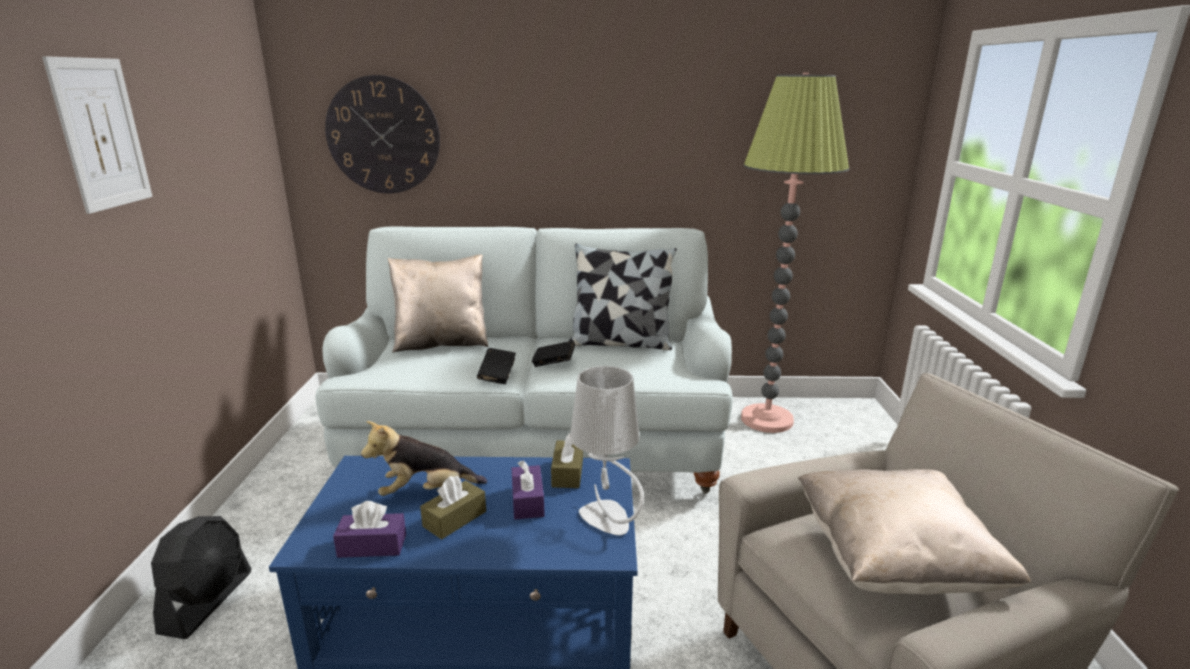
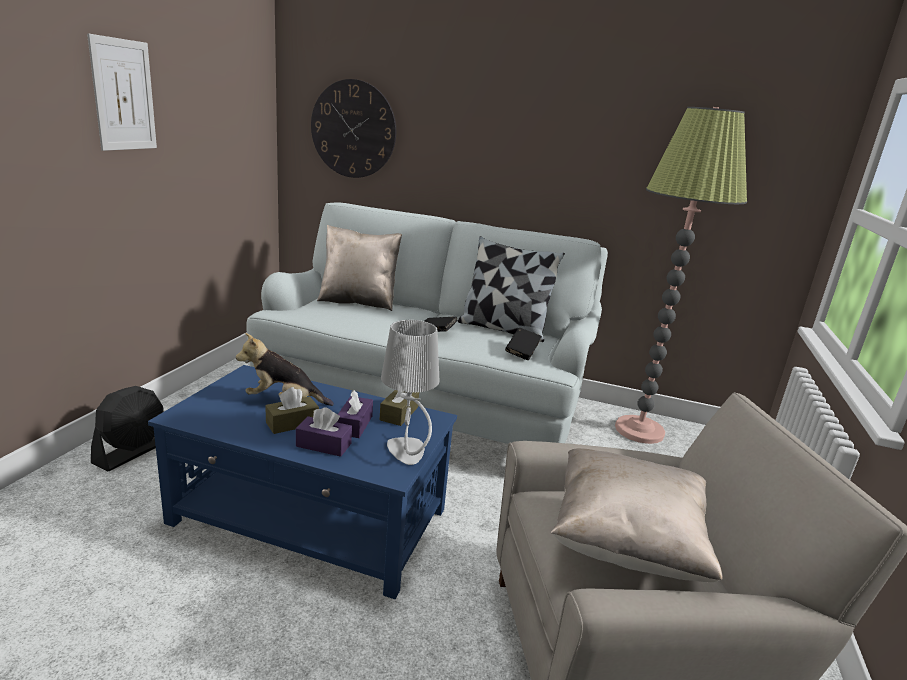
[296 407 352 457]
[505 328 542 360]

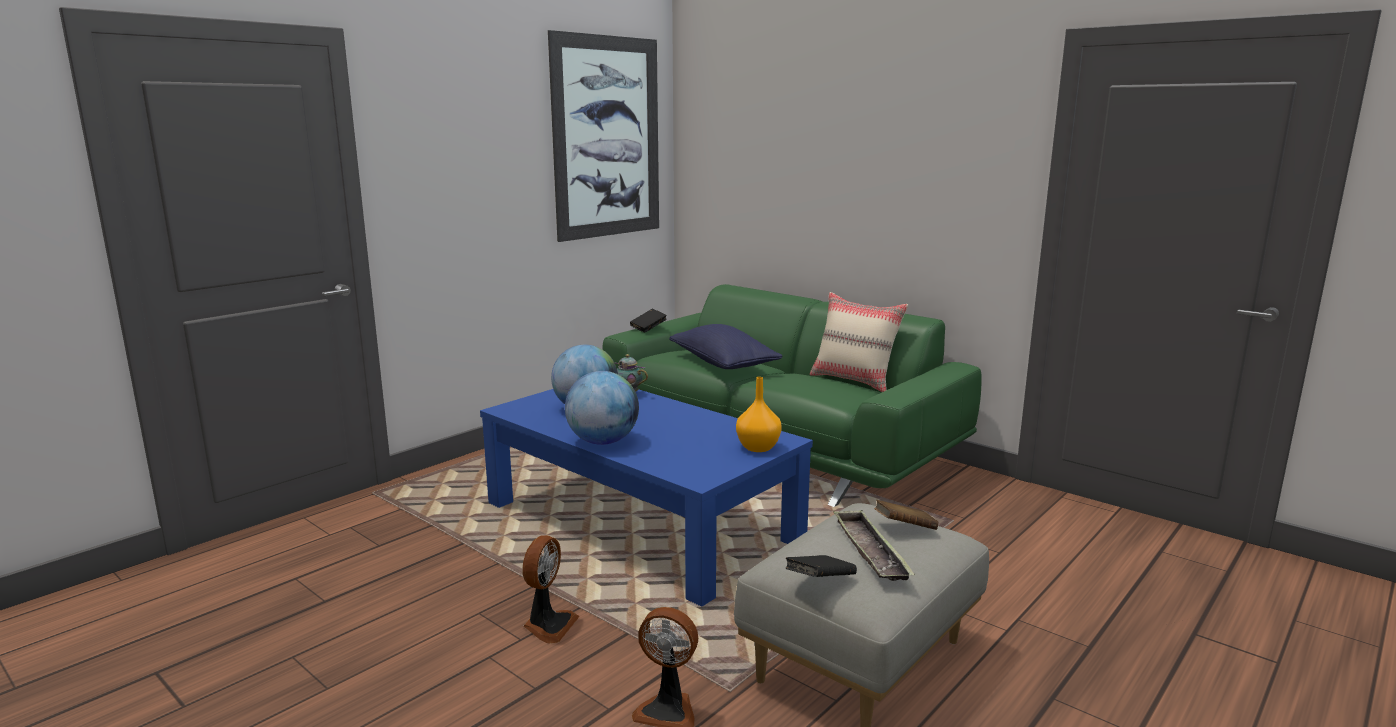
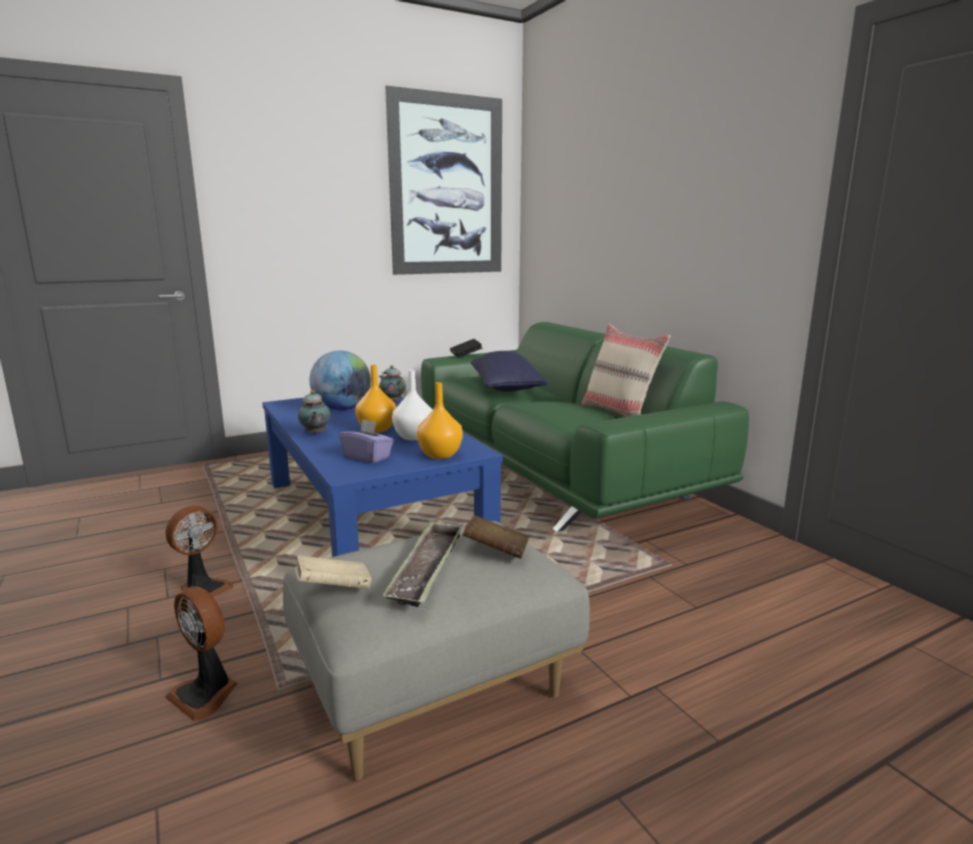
[339 419 394 463]
[355 365 396 433]
[392 370 433 440]
[298 390 331 435]
[295 555 371 589]

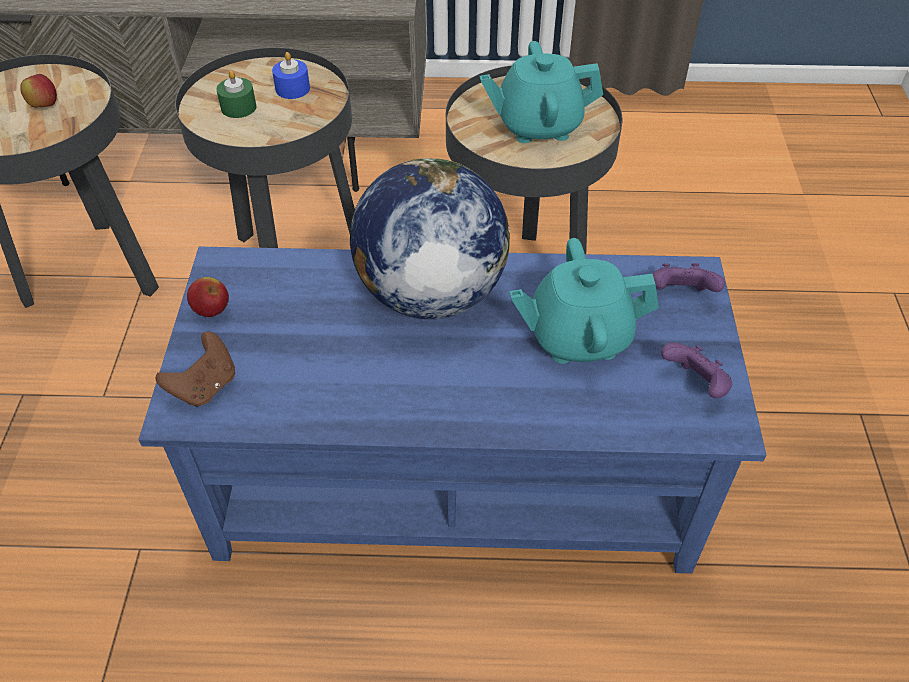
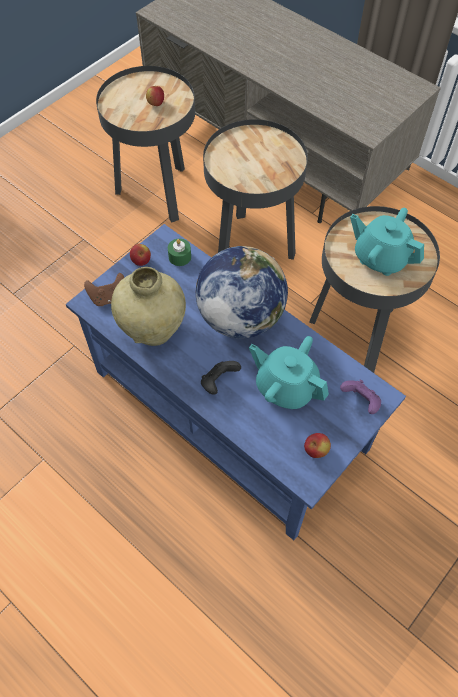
[272 52 310 99] (first image)
[111 267 186 346]
[201 361 241 395]
[168 239 191 266]
[304 433 331 458]

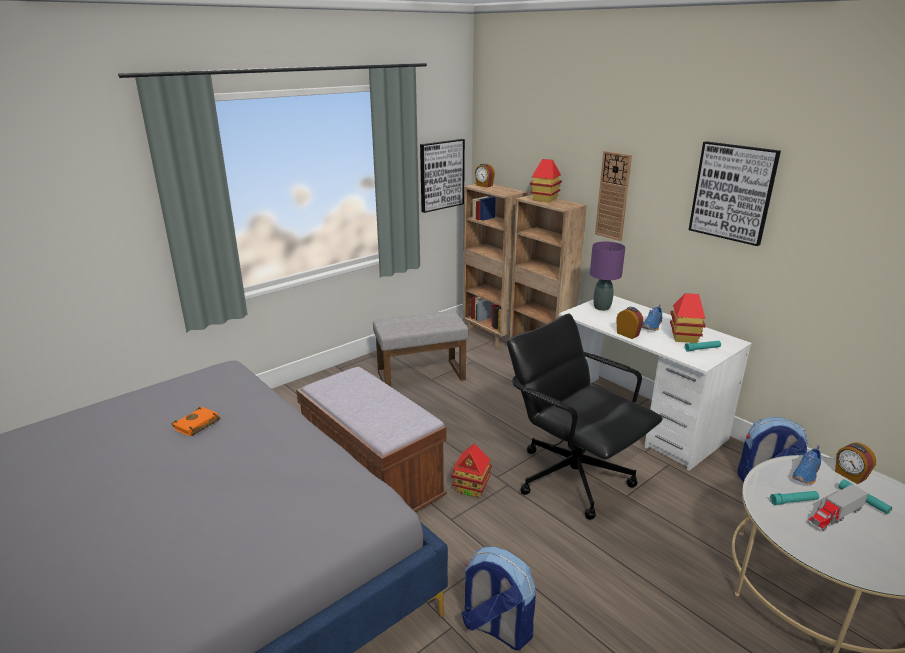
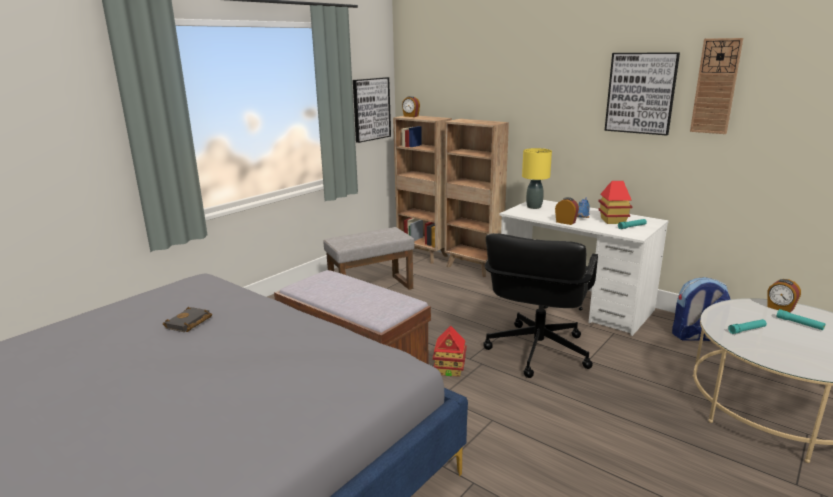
[462 547 536 650] (first image)
[530 159 562 203] (first image)
[792 445 821 484] (first image)
[808 484 868 531] (first image)
[690 38 743 134]
[163 307 212 332]
[522 148 552 209]
[483 233 598 378]

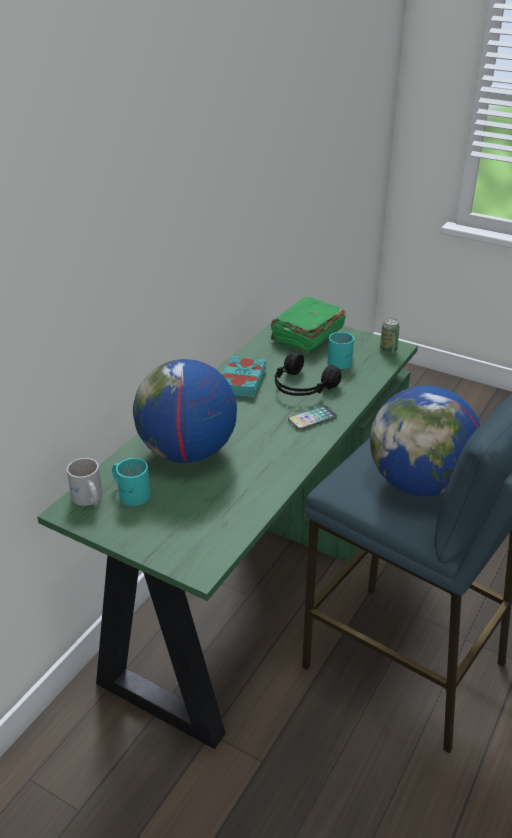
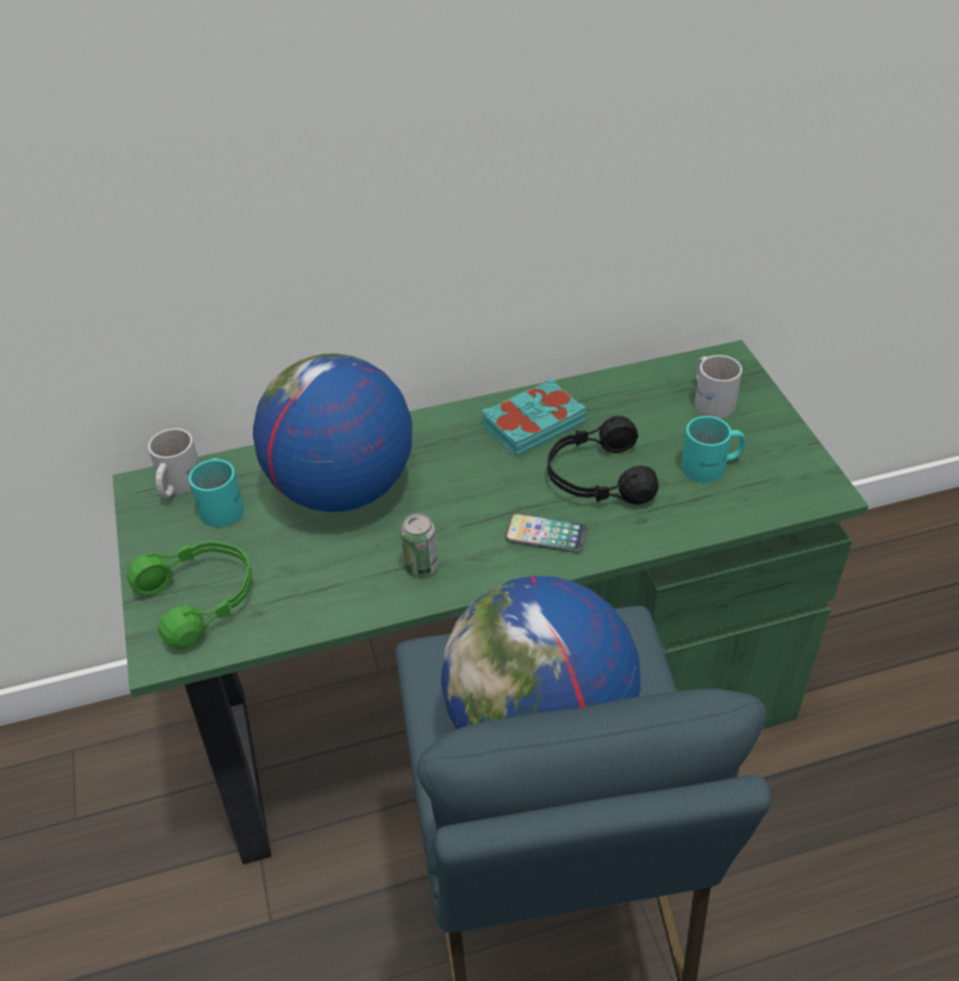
[127 541 252 649]
[400 513 438 577]
[695 355 742 418]

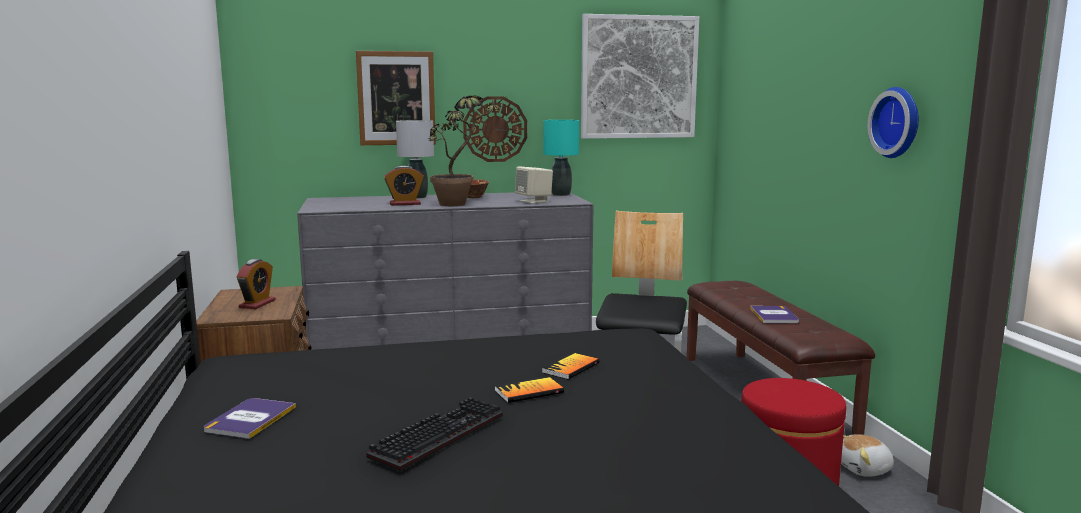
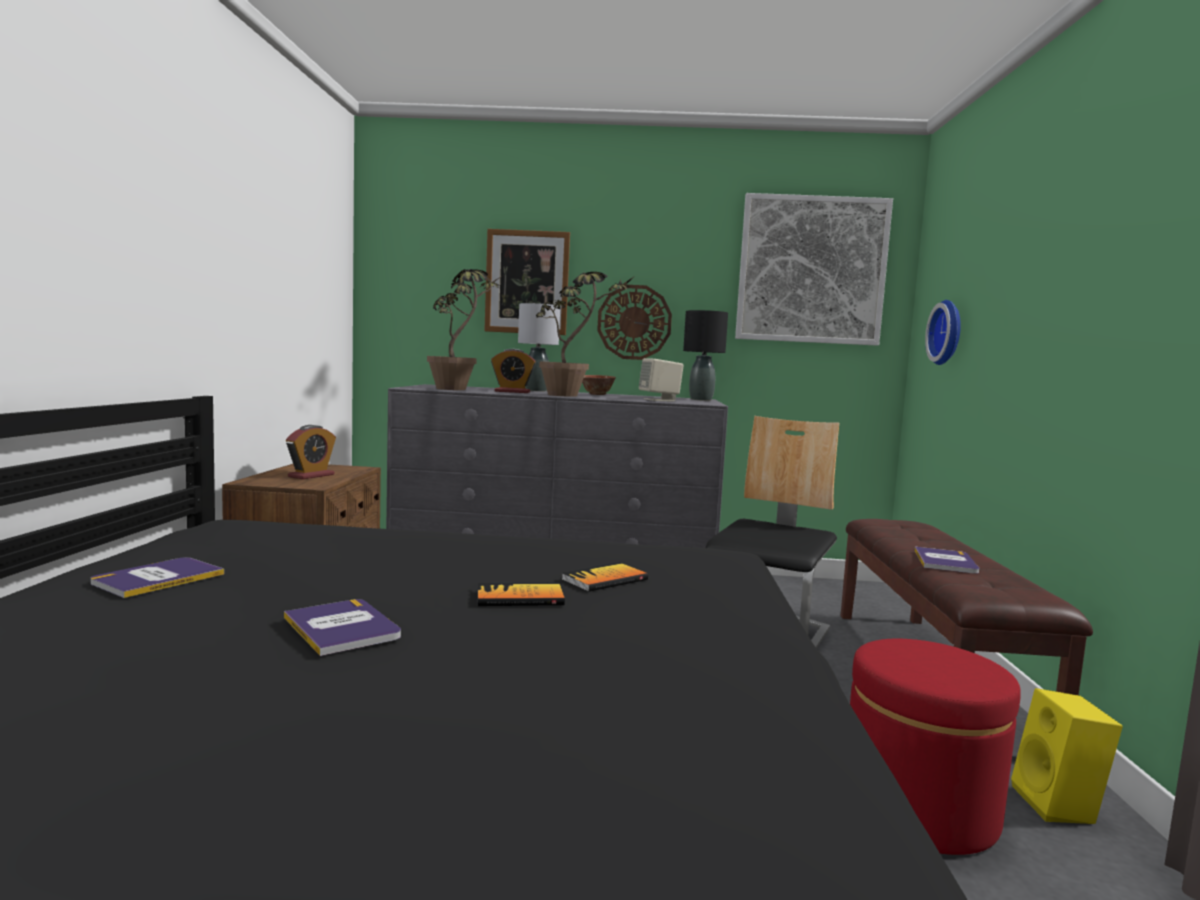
[427 269 502 390]
[925 300 961 365]
[284 599 401 656]
[1011 688 1123 824]
[683 310 728 401]

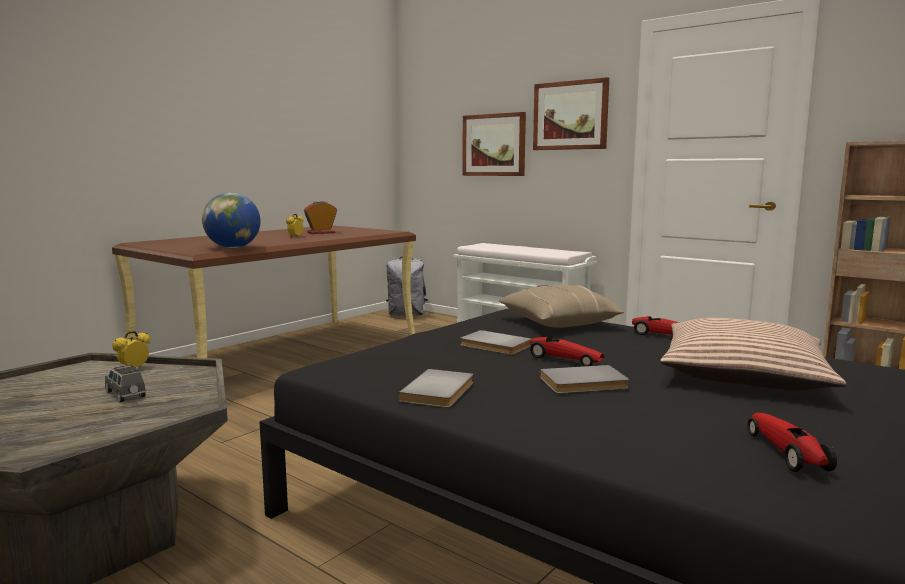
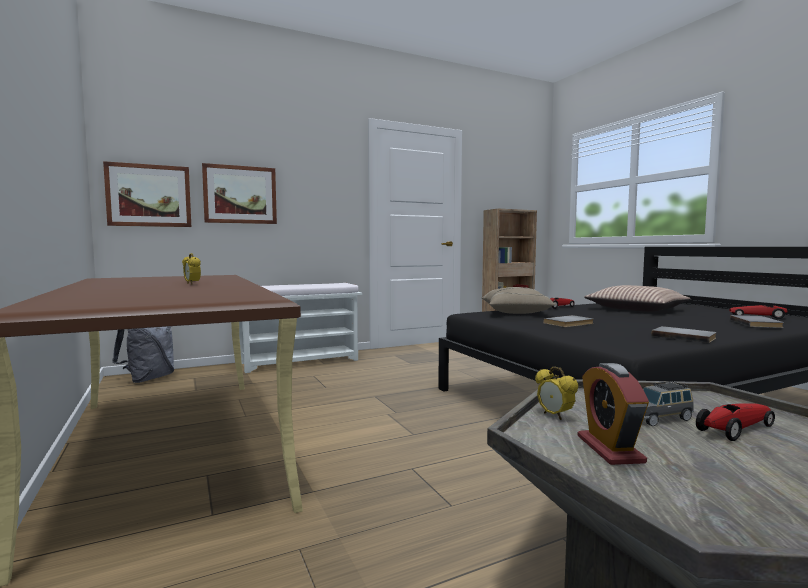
[202 193 261 248] (first image)
[577 363 649 465]
[696 403 775 441]
[103 161 191 227]
[730 315 784 328]

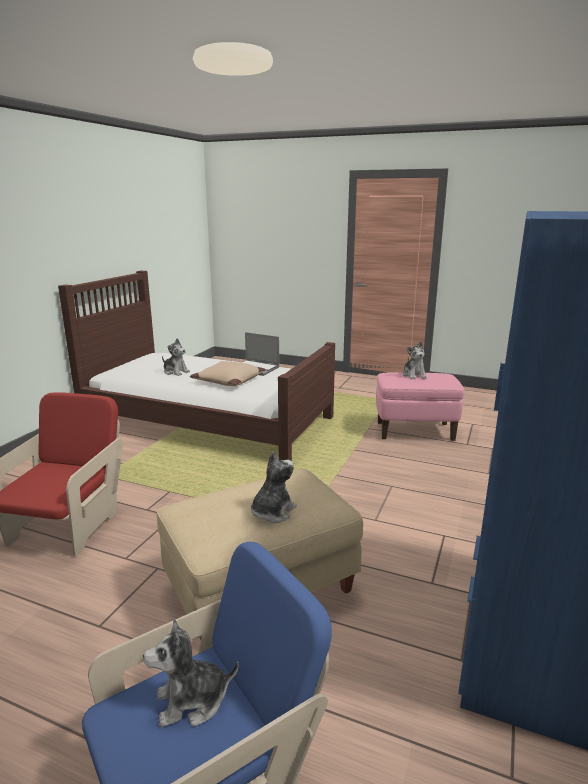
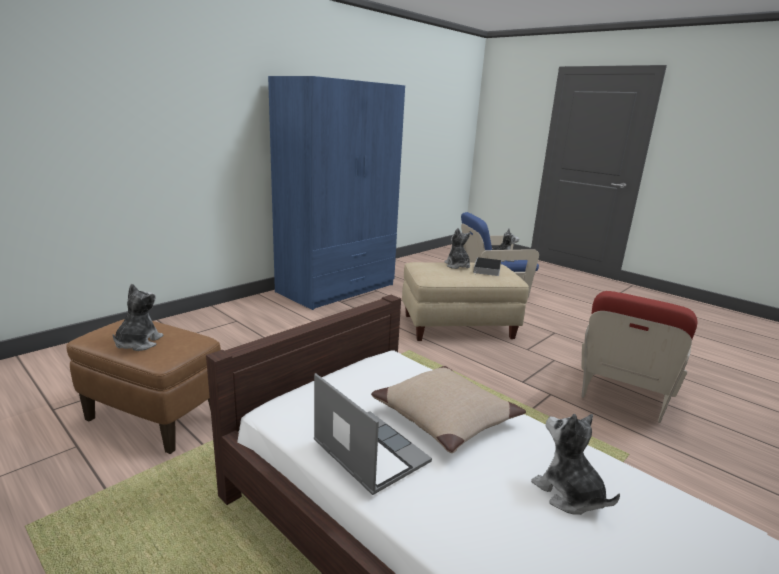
[473 257 501 276]
[66 319 221 454]
[445 228 470 269]

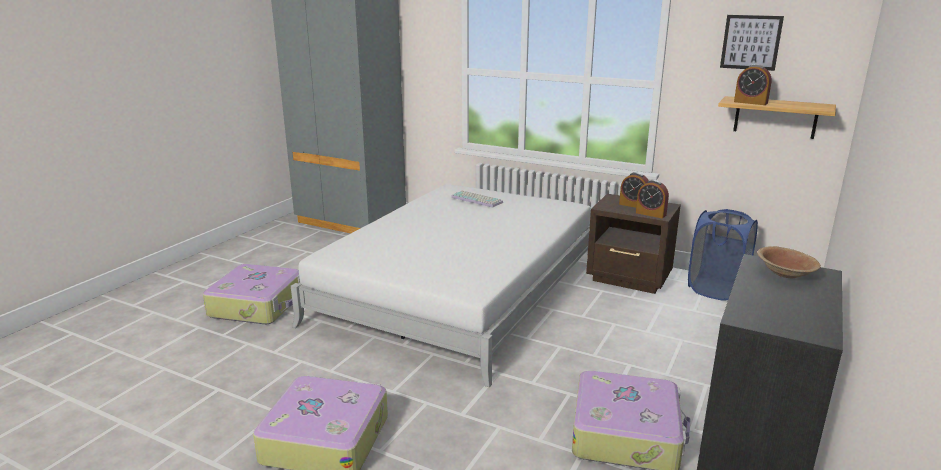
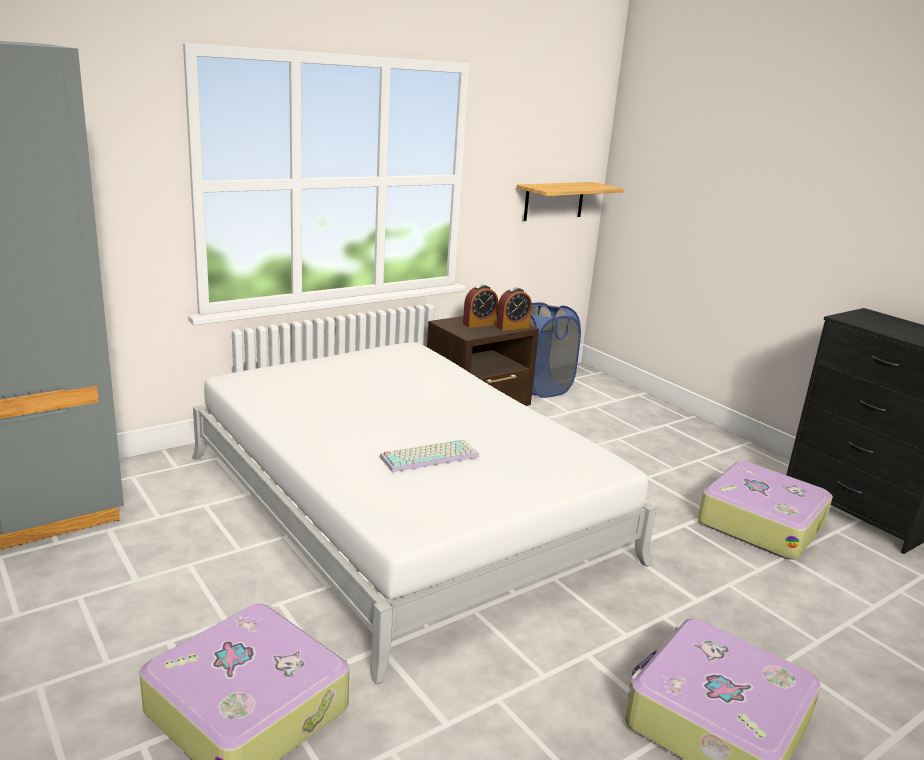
[720 15 784 71] (first image)
[734 64 772 105] (first image)
[757 246 821 278] (first image)
[380 439 479 472]

